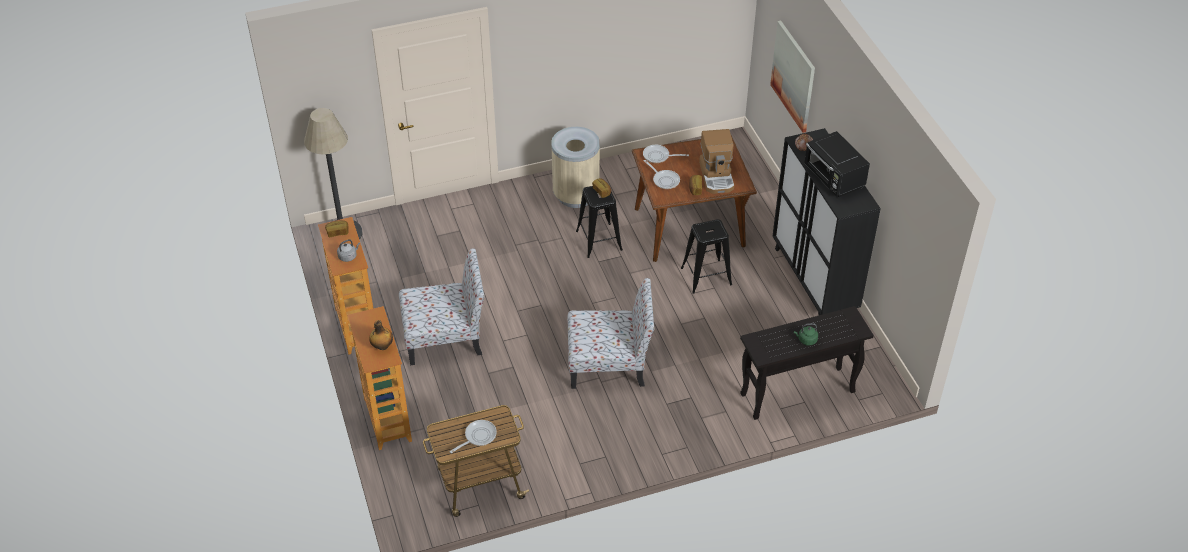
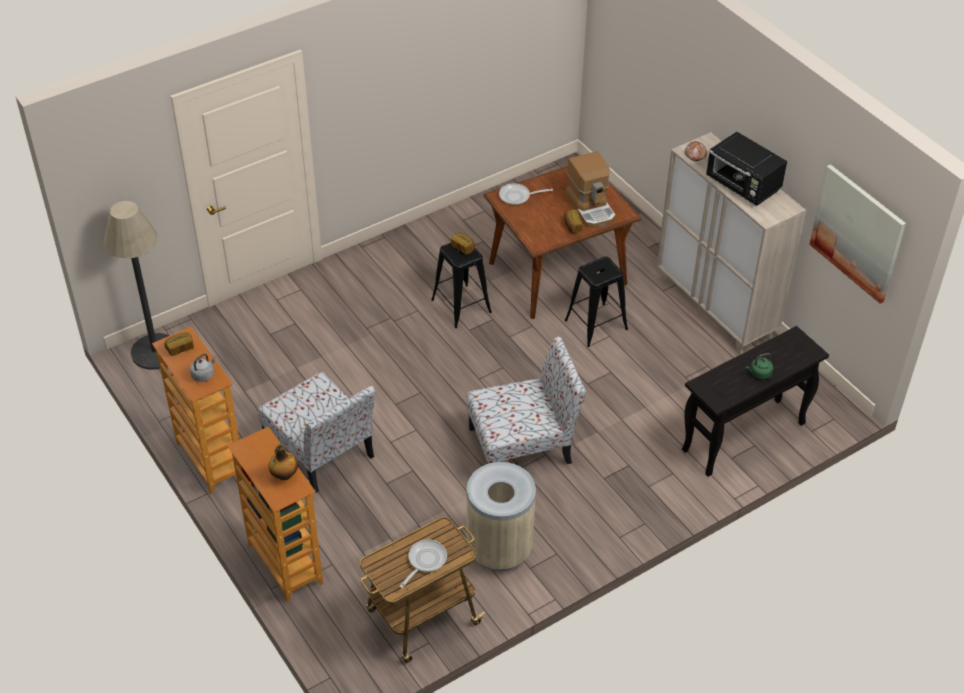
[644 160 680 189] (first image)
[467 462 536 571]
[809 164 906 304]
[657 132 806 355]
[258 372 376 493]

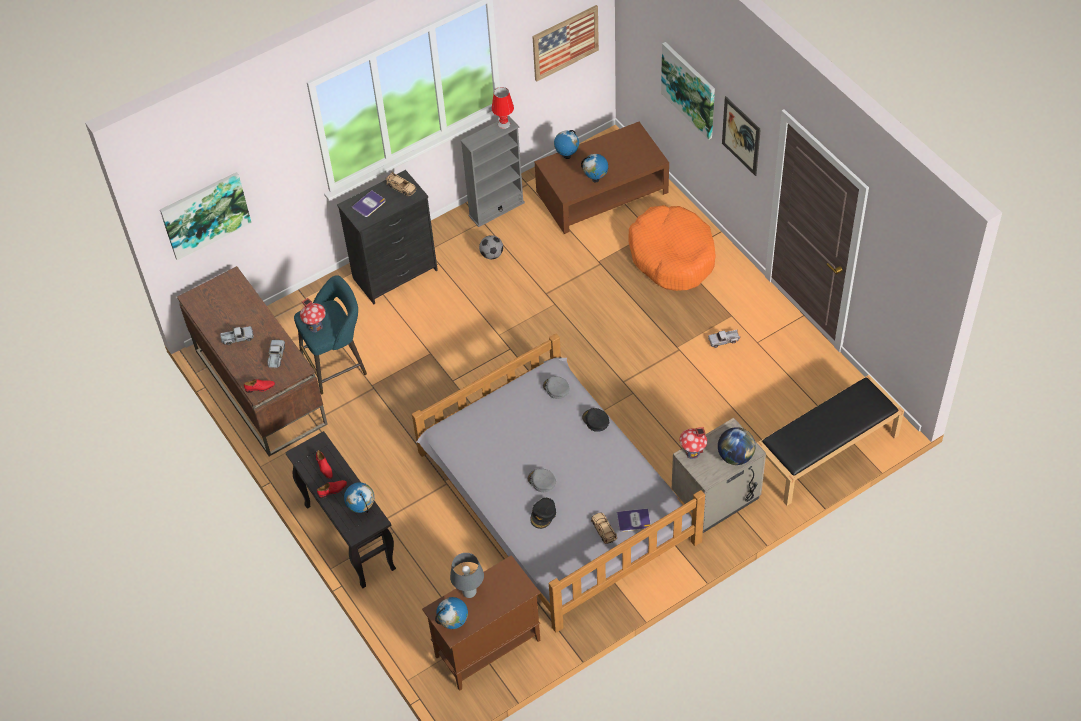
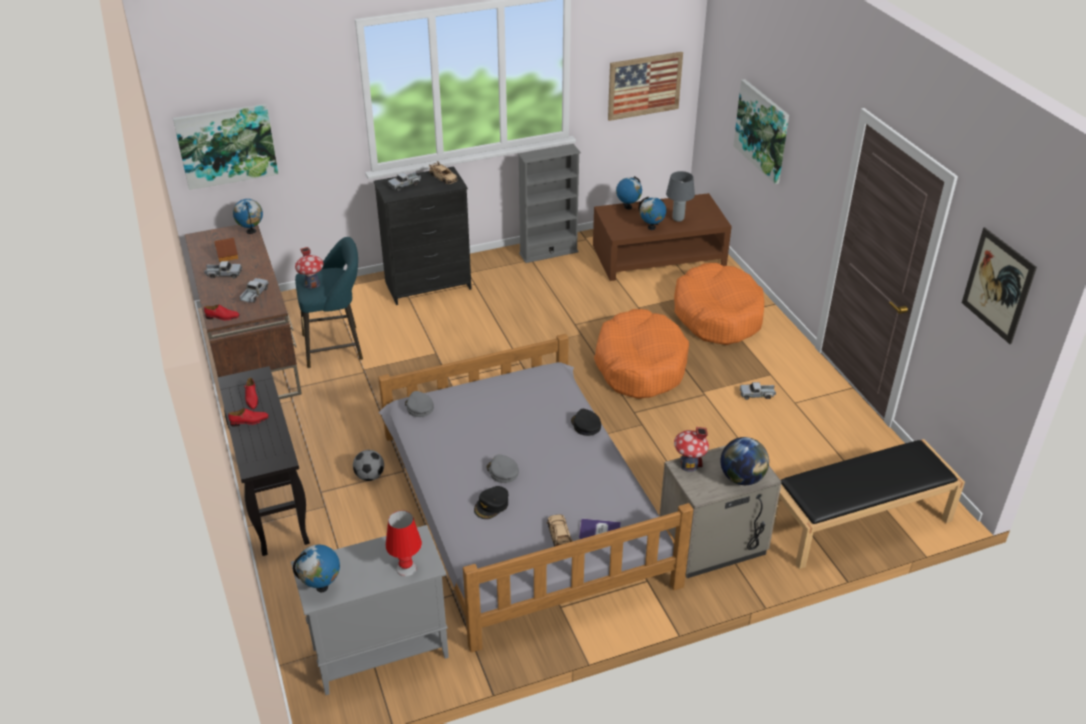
[214 238 238 262]
[594 309 689 399]
[233 199 263 234]
[666 171 695 222]
[353 450 384 481]
[385 510 422 577]
[405 391 434 417]
[962 227 1037 344]
[388 172 421 191]
[291 525 449 695]

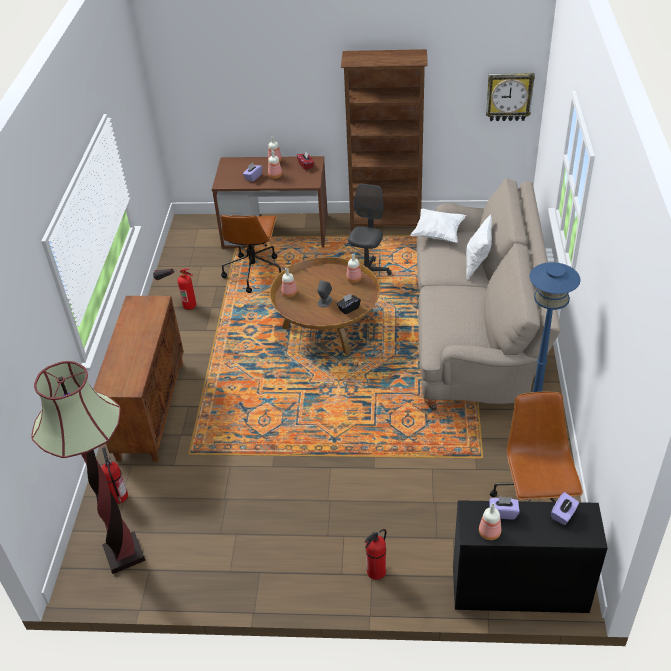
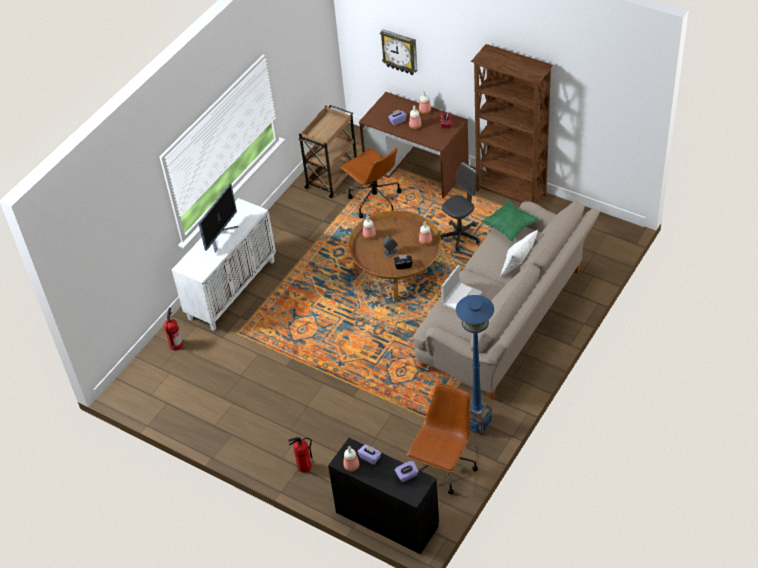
[31 361 145 574] (first image)
[153 268 196 310] (first image)
[198 184 239 252]
[298 105 357 198]
[441 265 482 310]
[380 29 418 75]
[172 198 276 331]
[481 200 539 242]
[339 148 402 218]

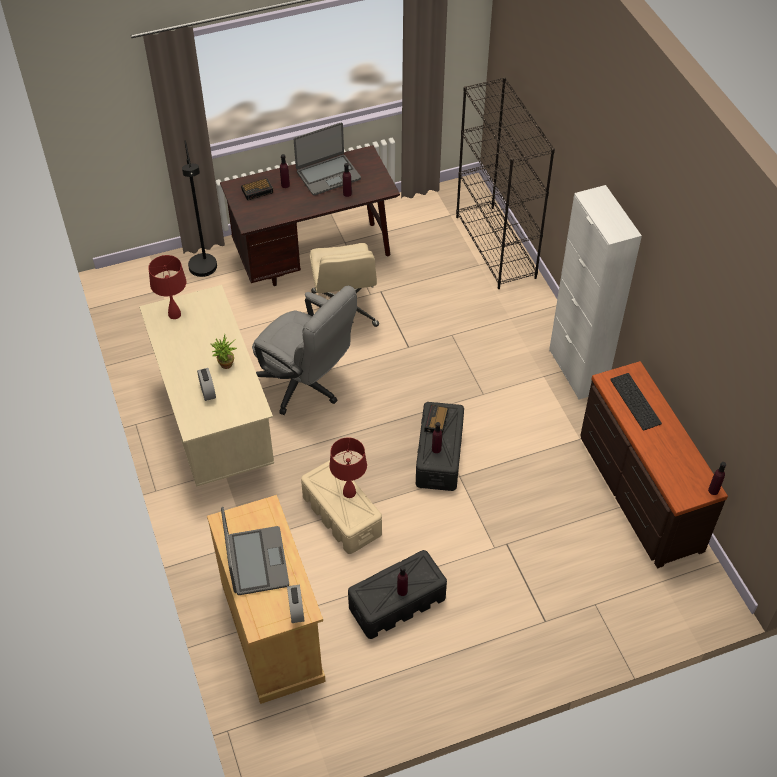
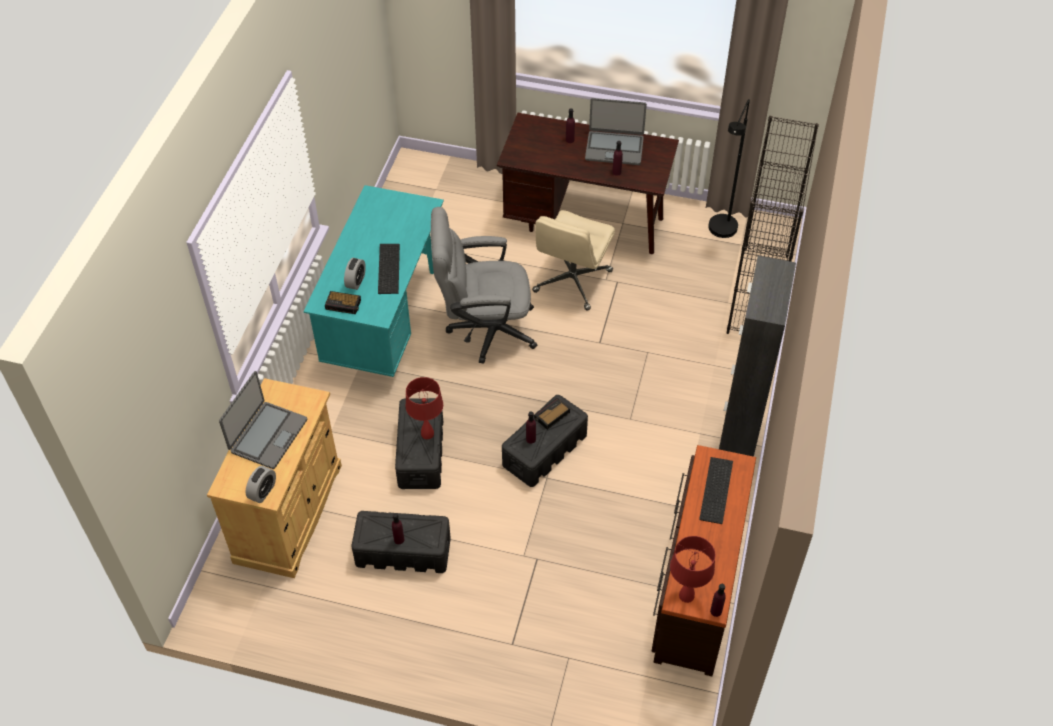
[670 536 715 603]
[708 99 750 238]
[325 291 361 314]
[378 244 400 294]
[303 185 444 377]
[395 398 443 489]
[719 256 796 457]
[431 207 537 364]

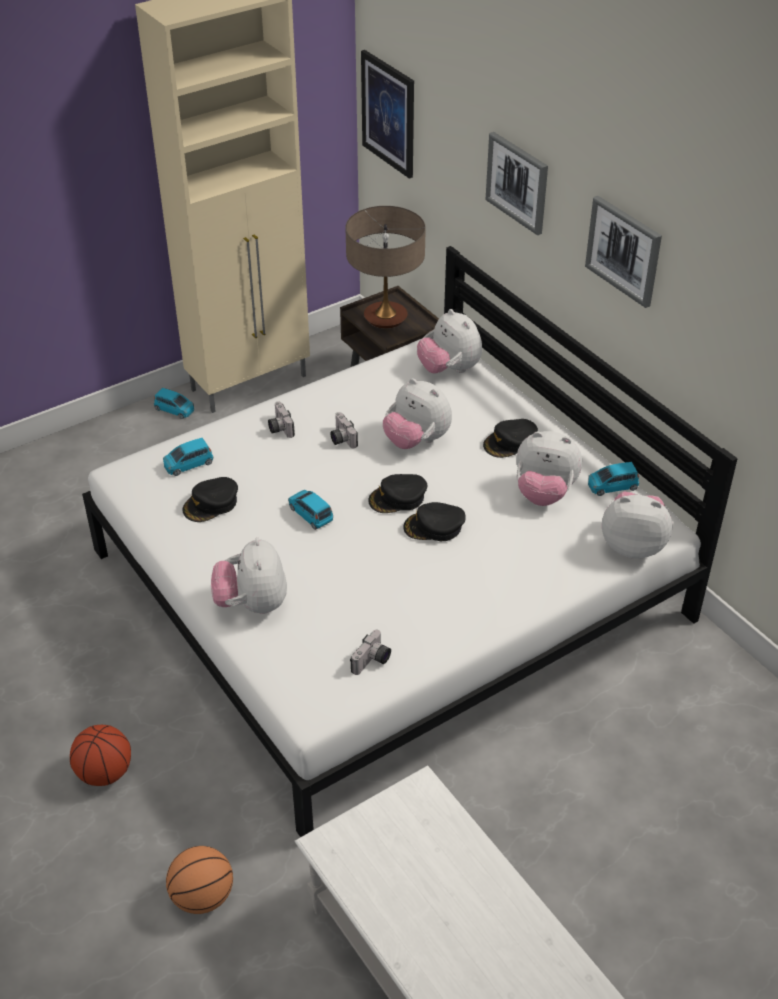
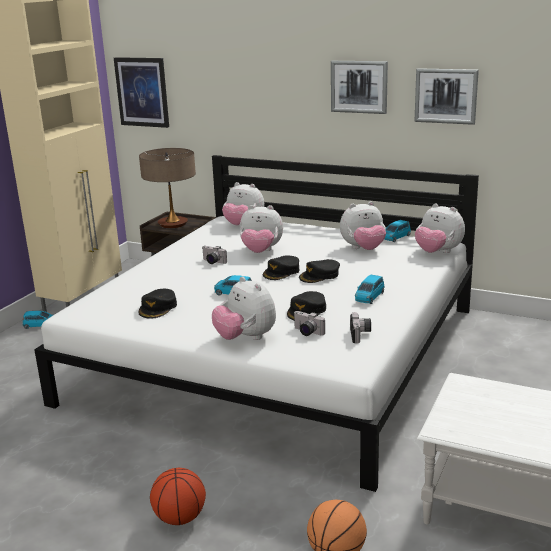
[355 274 384 304]
[293 311 325 336]
[287 291 326 320]
[415 68 479 125]
[415 203 465 253]

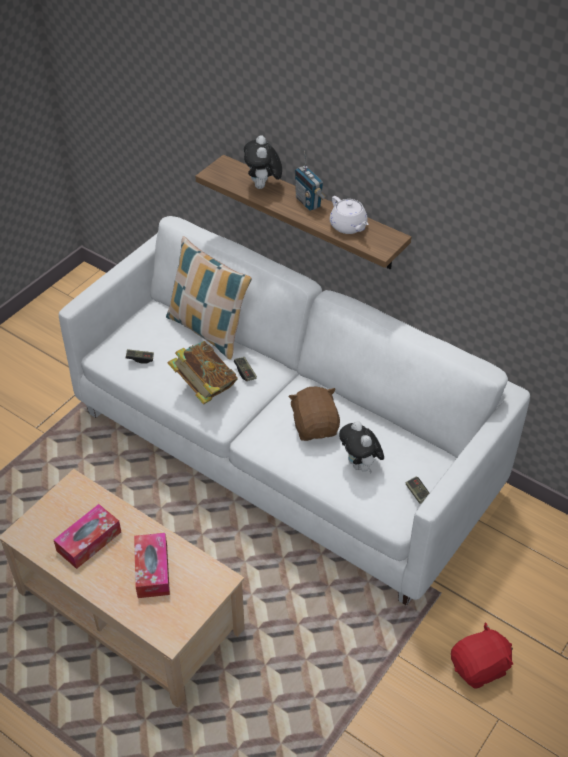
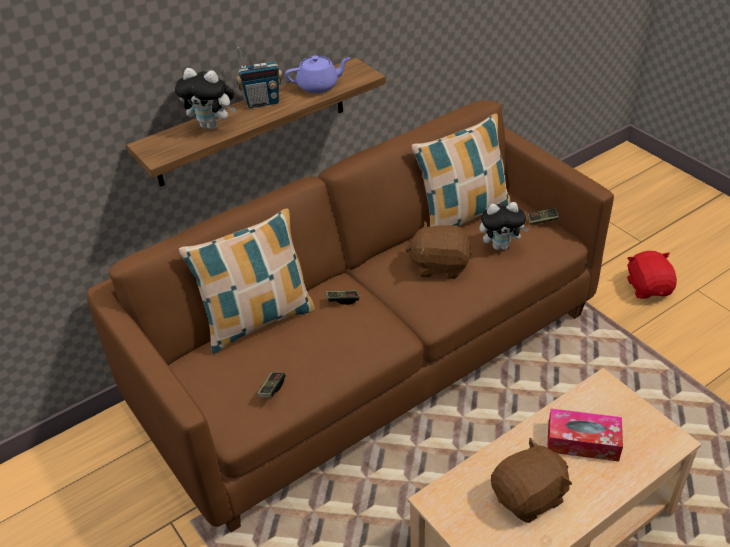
[168 341 238 404] (first image)
[412 113 511 227]
[491 437 572 523]
[87 100 614 532]
[285 55 350 93]

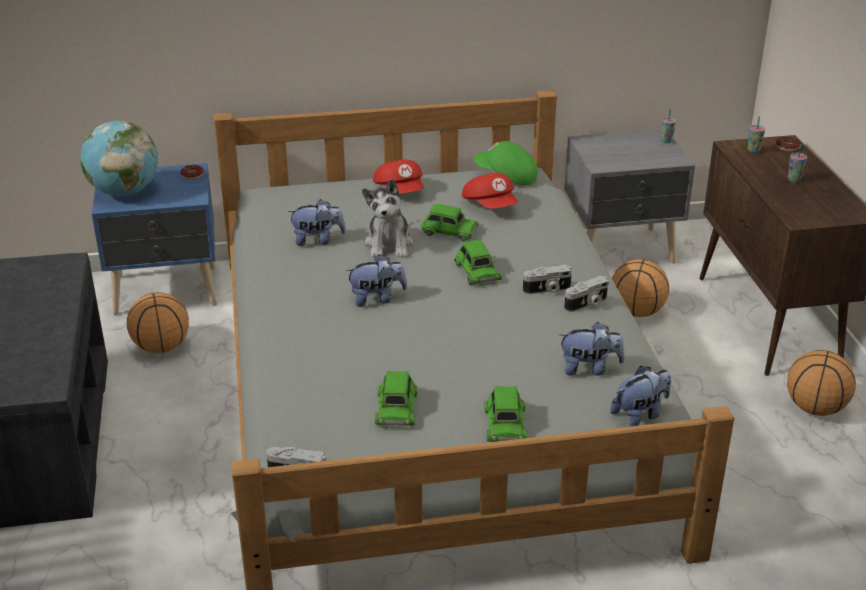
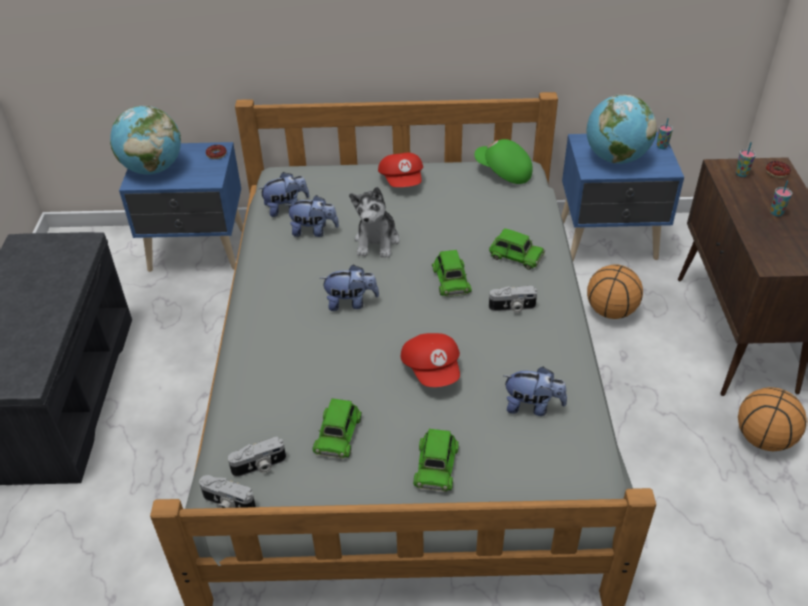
[127 292 189 353] (first image)
[586 94 657 164]
[489 228 545 270]
[401 333 460 387]
[228 437 286 477]
[259 172 309 217]
[561 132 684 261]

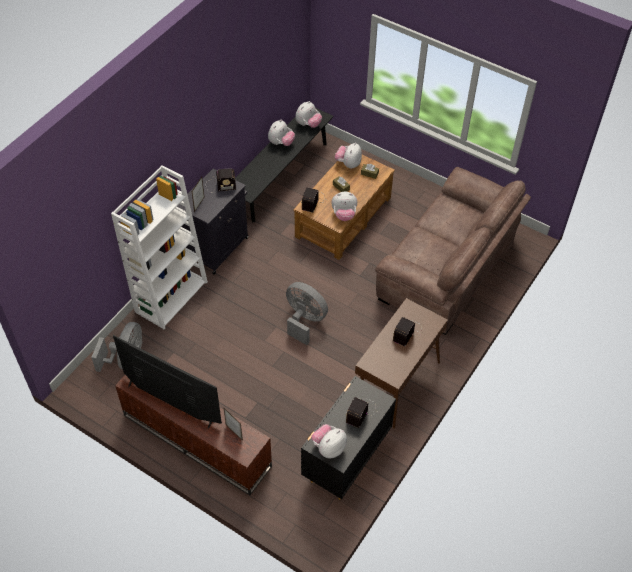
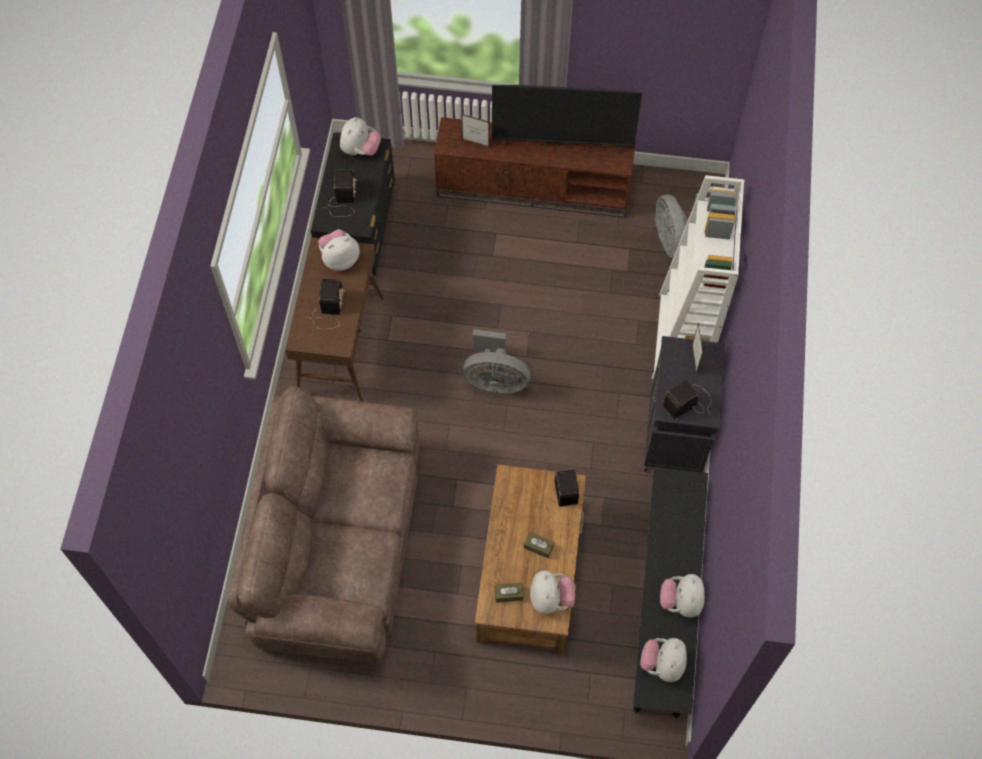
[318 229 360 271]

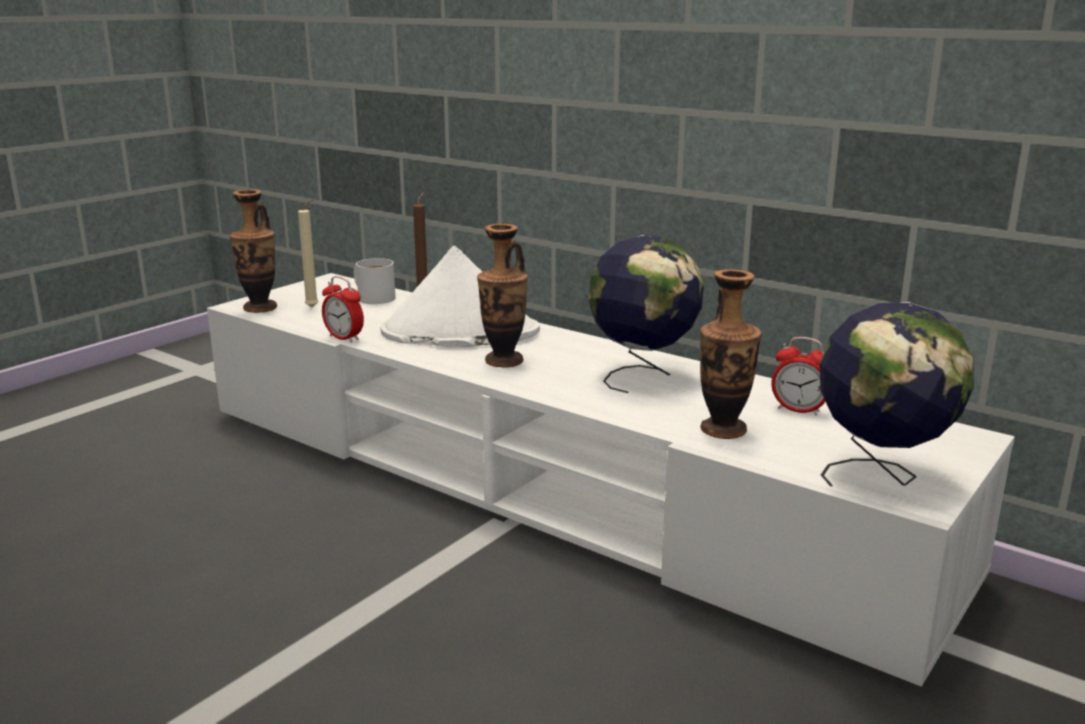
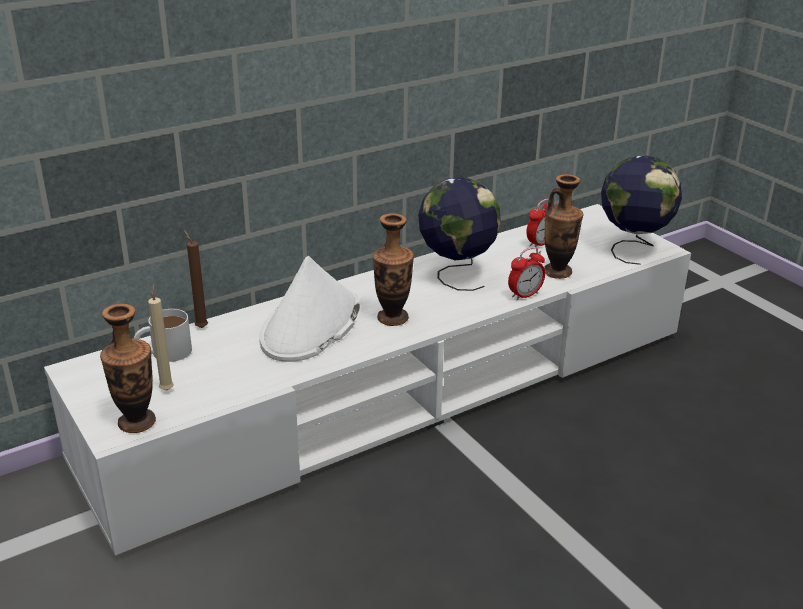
[508 247 545 300]

